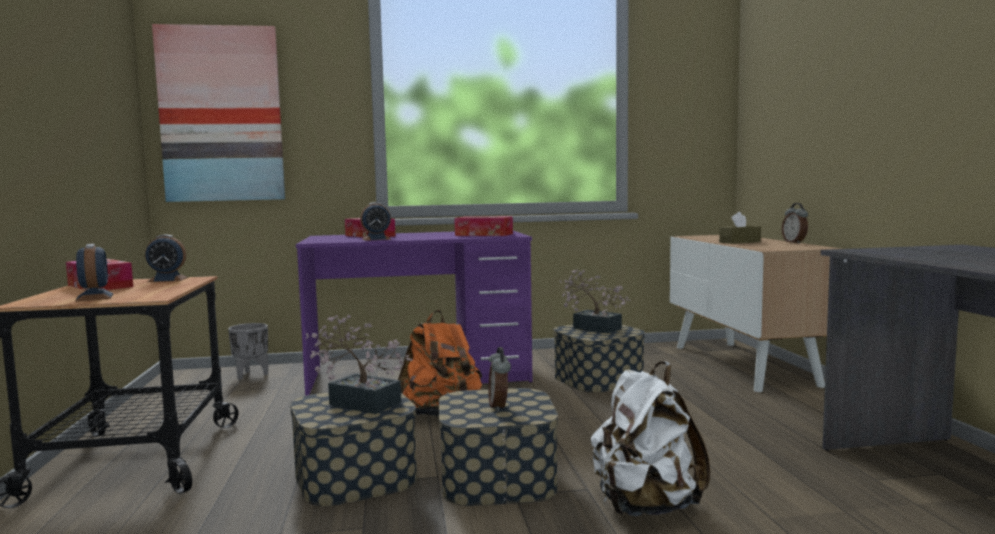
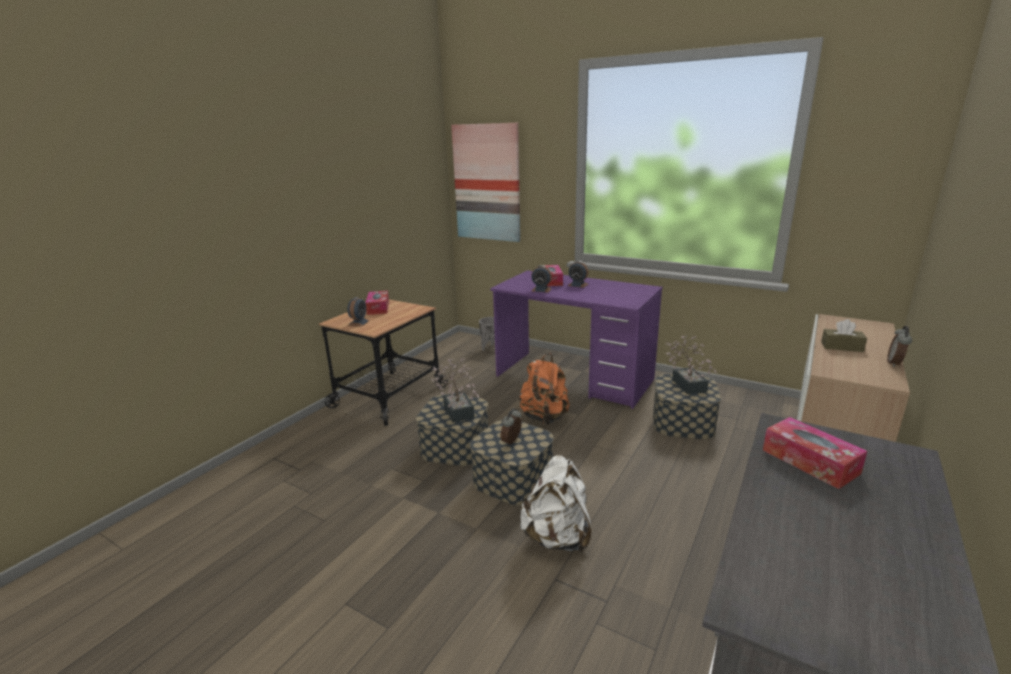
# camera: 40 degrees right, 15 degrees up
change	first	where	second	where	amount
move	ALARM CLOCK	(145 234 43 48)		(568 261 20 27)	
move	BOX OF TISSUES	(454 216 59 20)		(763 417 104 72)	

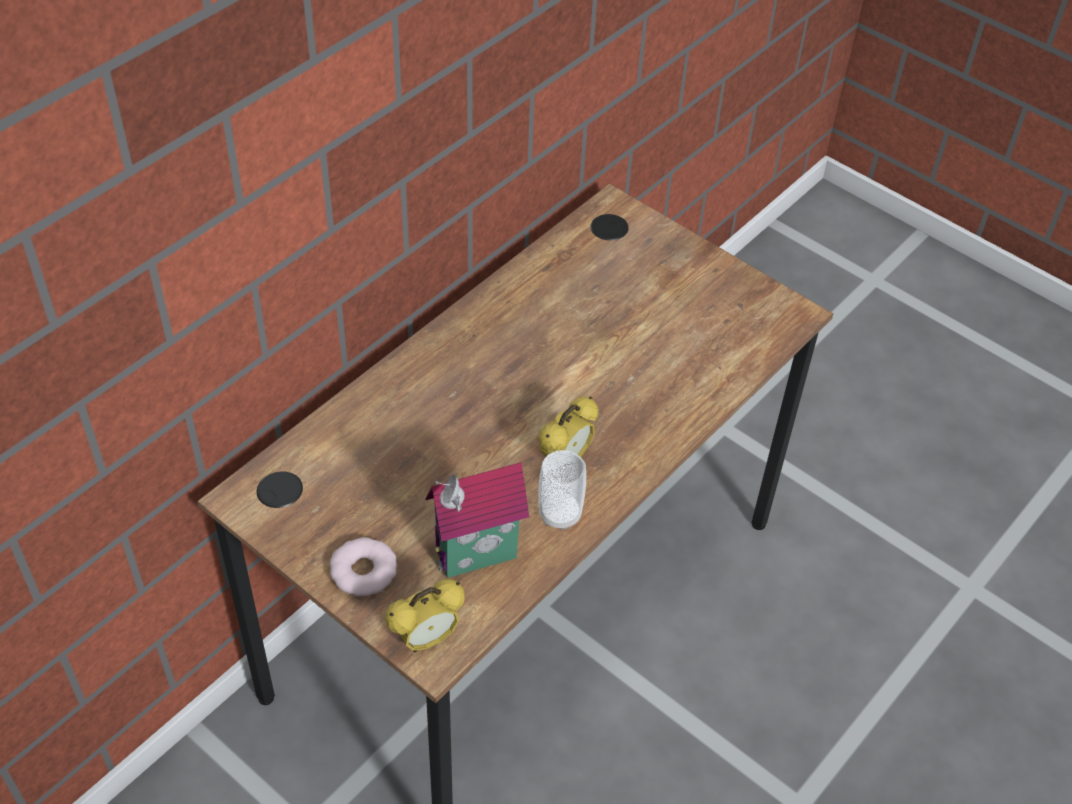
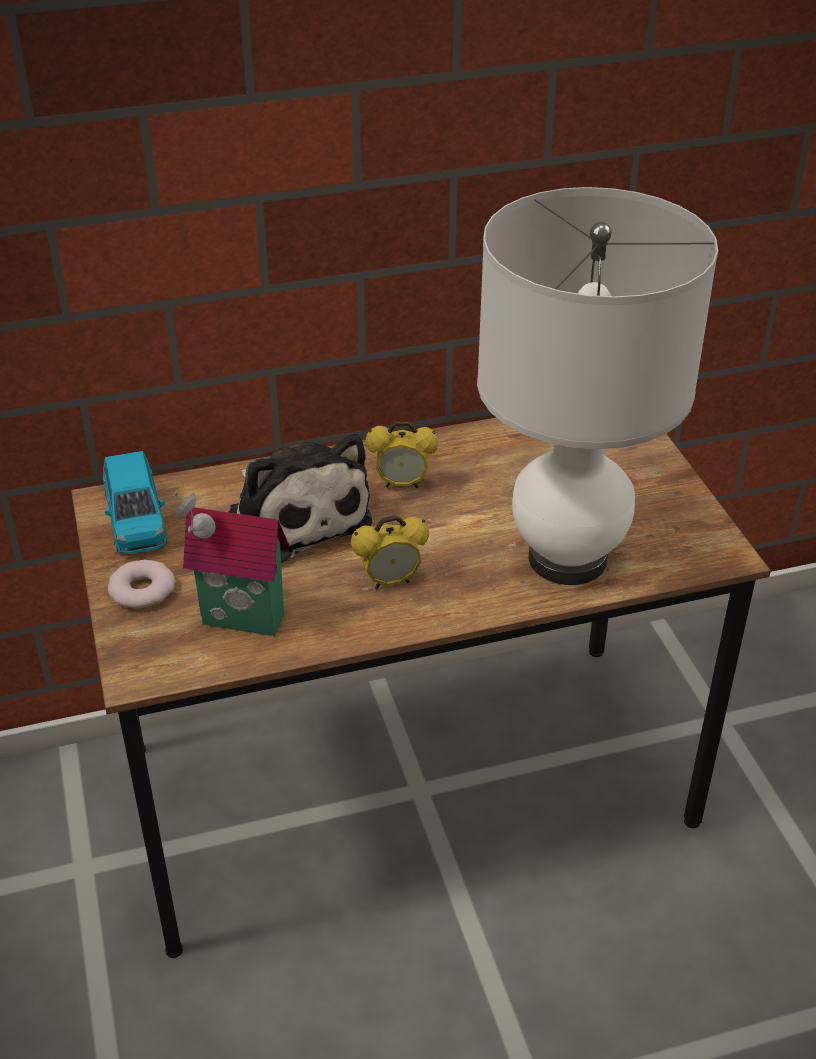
# camera: 35 degrees right, 10 degrees down
change	first	where	second	where	amount
insert			BLUISH MODEL CAR	(103 451 64 103)	
insert			SOFT TOY	(229 433 143 130)	
move	ALARM CLOCK	(386 579 79 73)		(366 421 73 67)	
insert			WHITISH TABLETOP LAMP	(477 187 241 398)	
delete	DRINKING CUP	(538 450 48 80)			

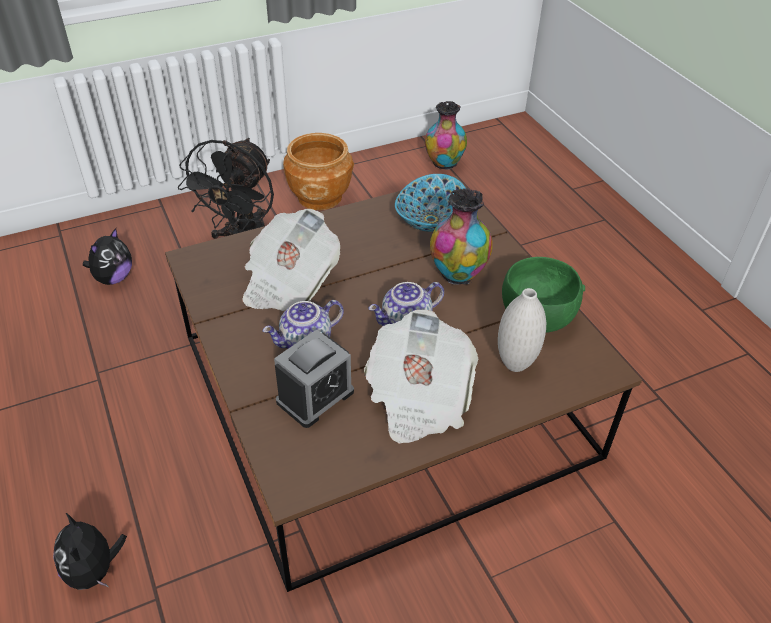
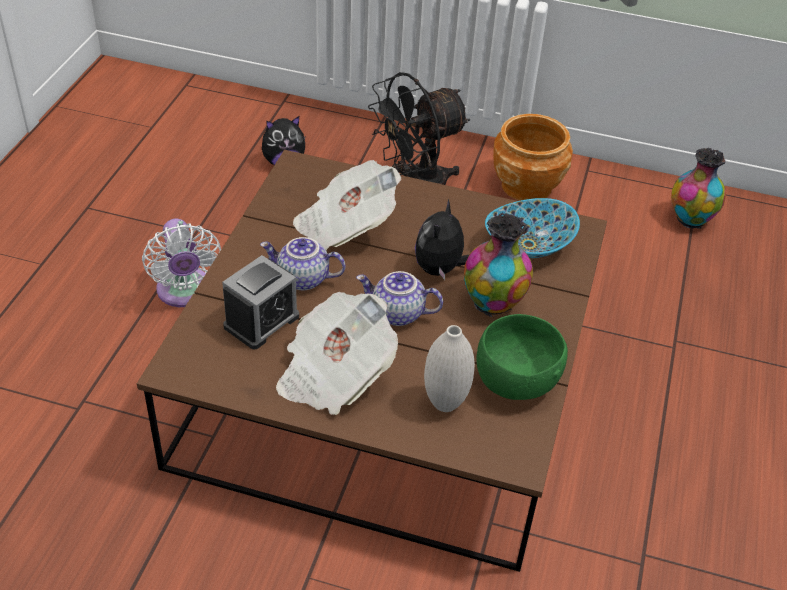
# camera: 40 degrees right, 0 degrees up
change	first	where	second	where	amount
insert			WHITISH FAN	(142 219 79 88)	
rotate	ALARM CLOCK	(274 329 80 99)		(222 255 77 95)	45 degrees counterclockwise
move	SOFT TOY	(53 512 74 78)		(415 199 55 81)	

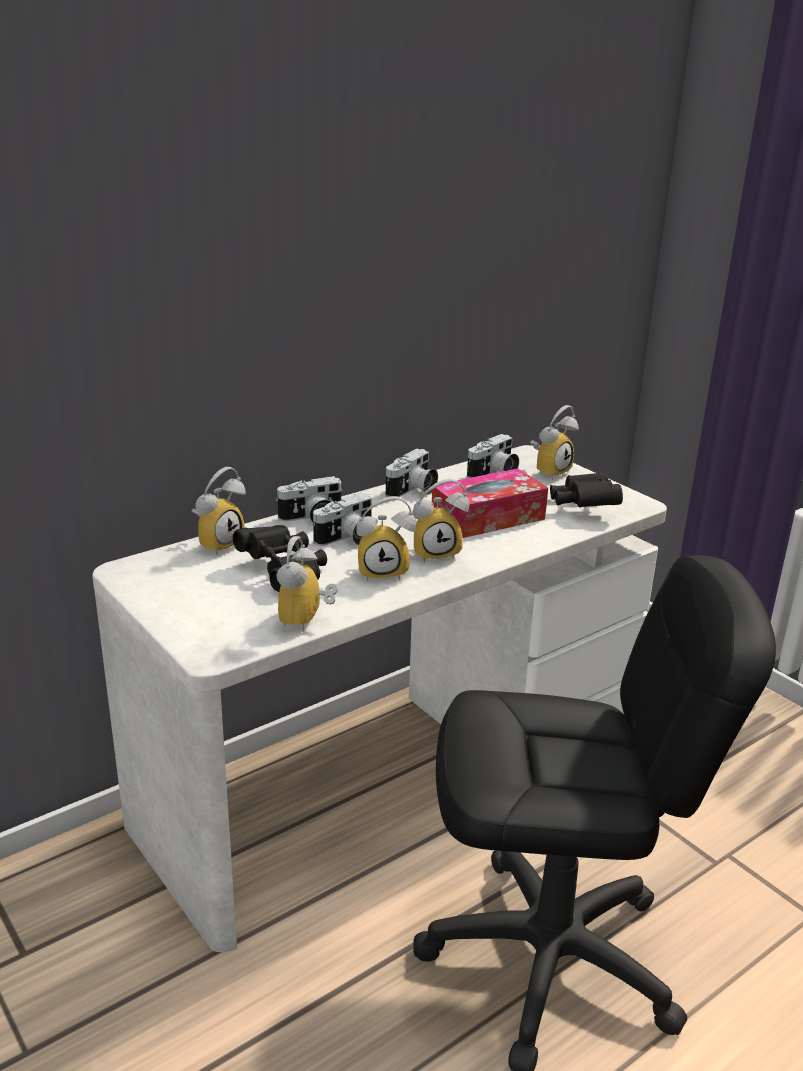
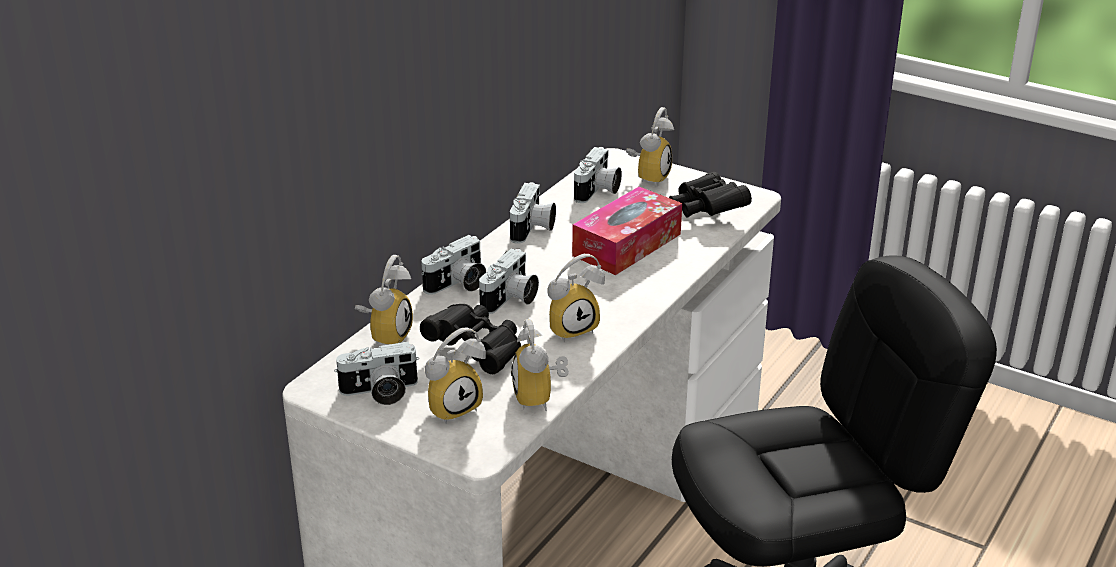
# camera: 20 degrees left, 5 degrees up
change	first	where	second	where	amount
insert			PHOTO CAMERA	(334 342 85 63)	
move	ALARM CLOCK	(413 479 56 84)		(425 327 61 97)	

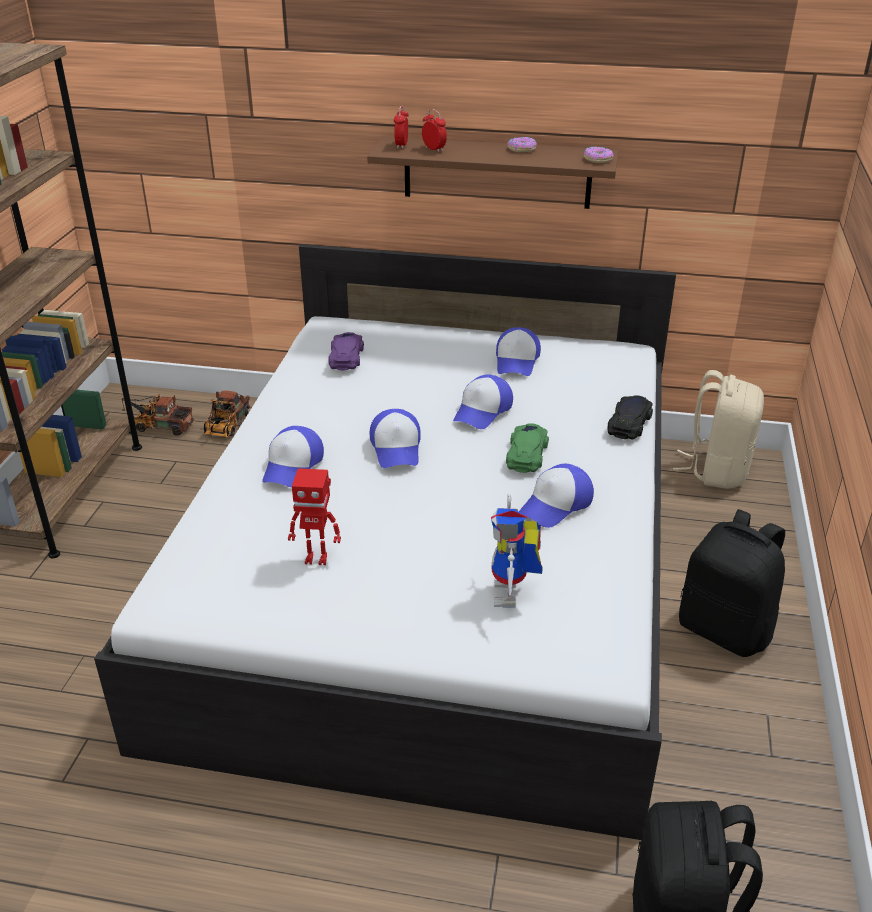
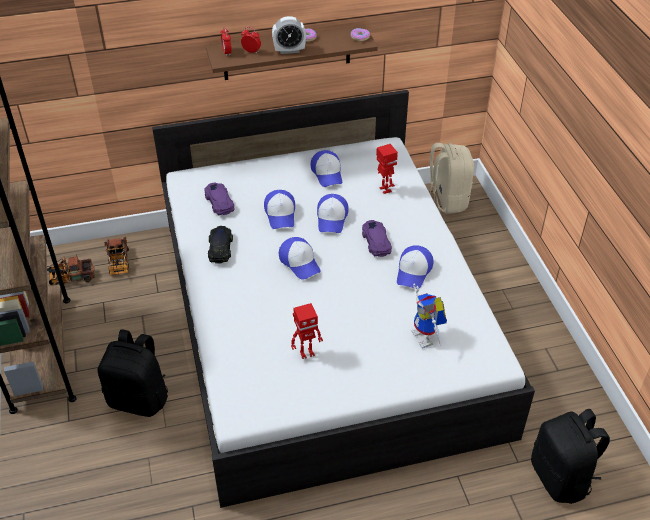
# camera: 25 degrees left, 10 degrees up
change	first	where	second	where	amount
move	BLACK RUCKSACK	(679 509 106 148)		(97 329 71 88)	
move	BLACK MODEL CAR	(608 395 45 45)		(208 226 25 38)	
move	PEAKED CAP	(262 426 62 61)		(264 190 31 39)	
insert			ALARM CLOCK	(272 16 34 38)	
recolor	GREENISH MODEL CAR	(506 423 43 50)	PURPLISH MODEL CAR	(362 220 30 37)	
insert			ROBOT FIGURE	(376 144 22 50)	

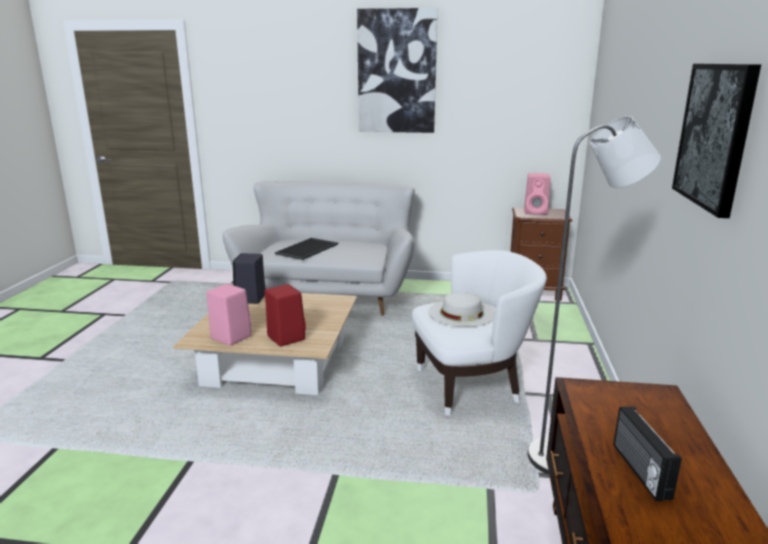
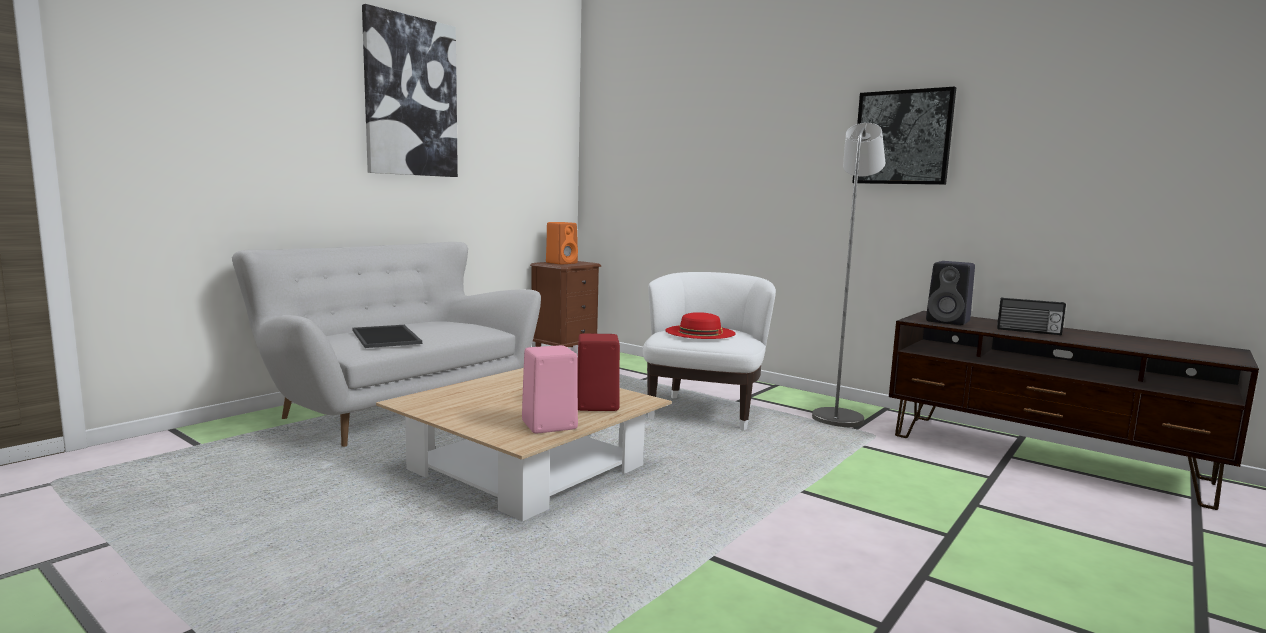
# camera: 60 degrees left, 10 degrees down
change	first	where	second	where	amount
recolor	PINK LOUDSPEAKER	(524 173 26 42)	ORANGE-COLOURED LOUDSPEAKER	(546 222 32 43)	
recolor	WHITISH WEARABLE HAT	(428 292 67 35)	RED-COLOURED WEARABLE HAT	(666 312 69 27)	
move	BLACK LOUDSPEAKER	(233 253 32 51)		(926 261 49 64)	

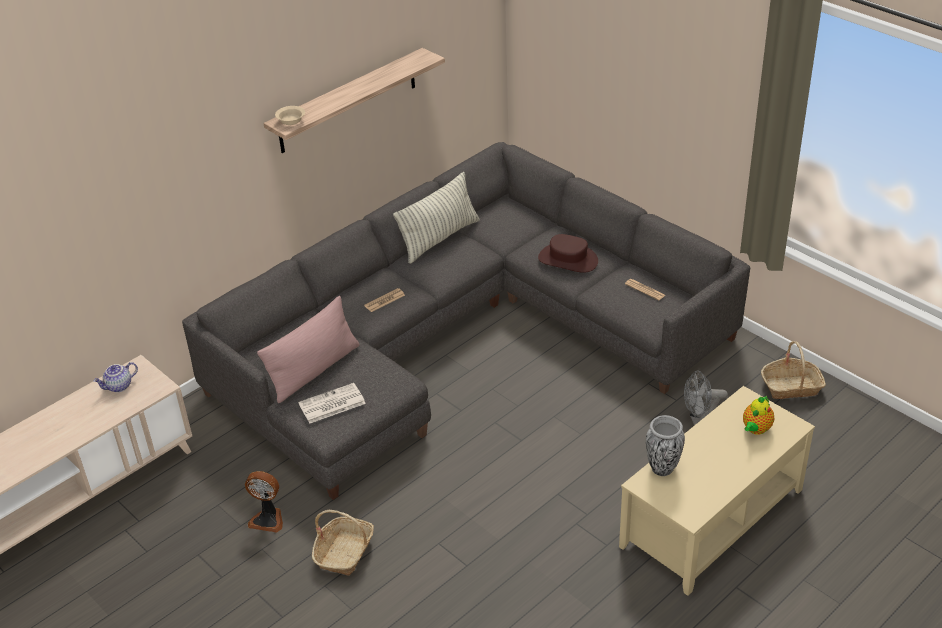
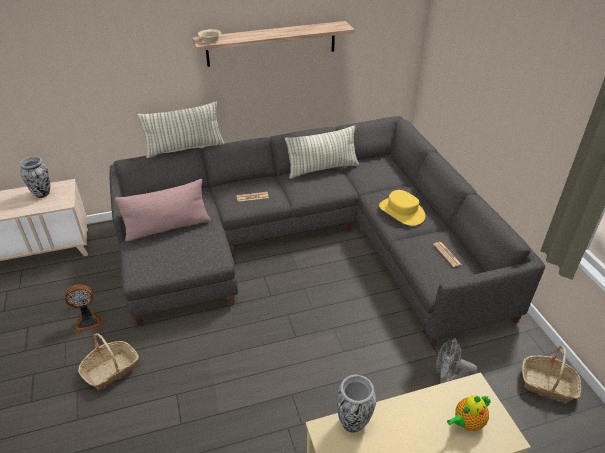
# camera: 25 degrees right, 0 degrees up
change	first	where	second	where	amount
replace	TEAPOT	(93 362 45 30)	VASE	(19 156 31 42)	
rotate	FAN	(245 471 38 61)		(65 284 38 49)	60 degrees counterclockwise
insert			CUSHION	(137 101 87 57)	
recolor	BROWNISH WEARABLE HAT	(538 234 60 39)	YELLOW-COLOURED WEARABLE HAT	(379 190 46 36)	
delete	DAILY PAPER	(298 383 68 41)			

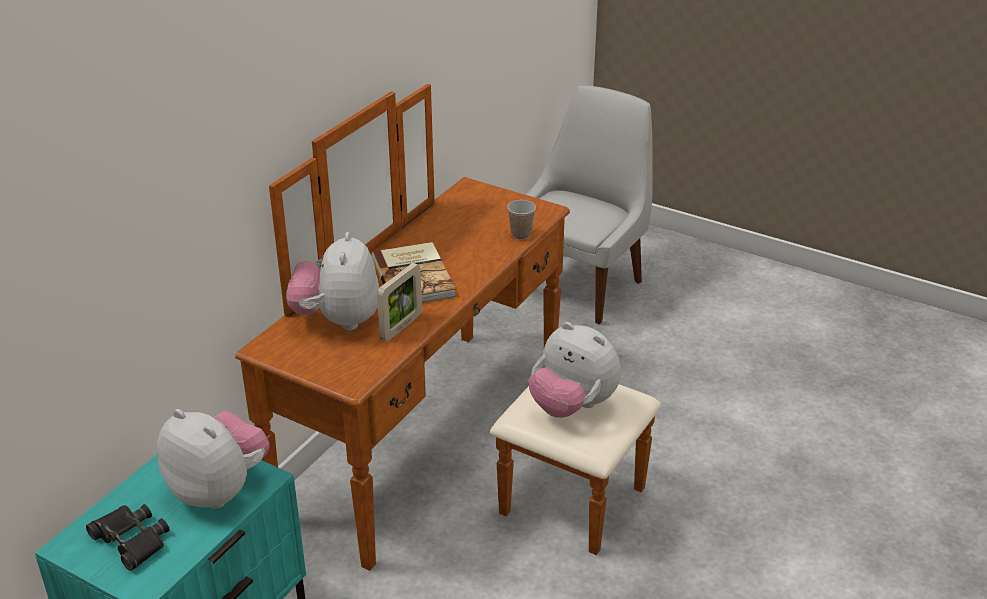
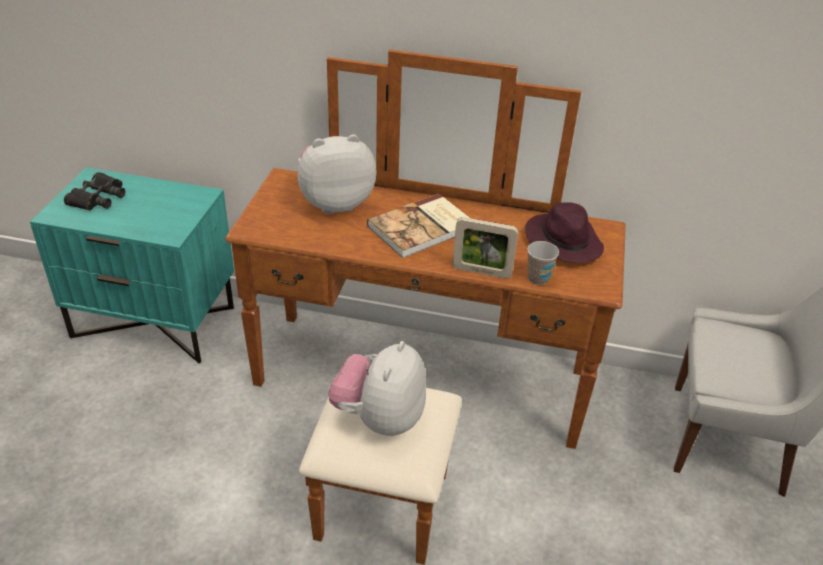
# camera: 70 degrees right, 5 degrees up
change	first	where	second	where	amount
move	STANDING FRAME	(377 263 45 78)		(453 217 65 62)	
insert			PURPLISH WEARABLE HAT	(525 202 79 61)	
delete	SOFT TOY	(157 409 113 100)			

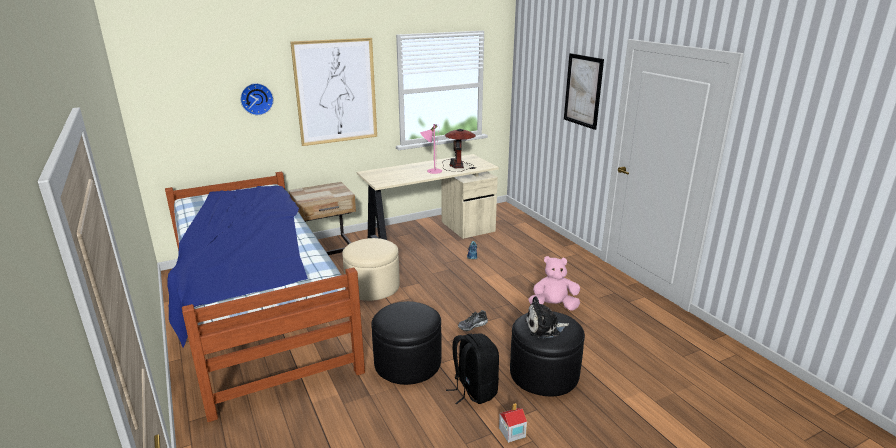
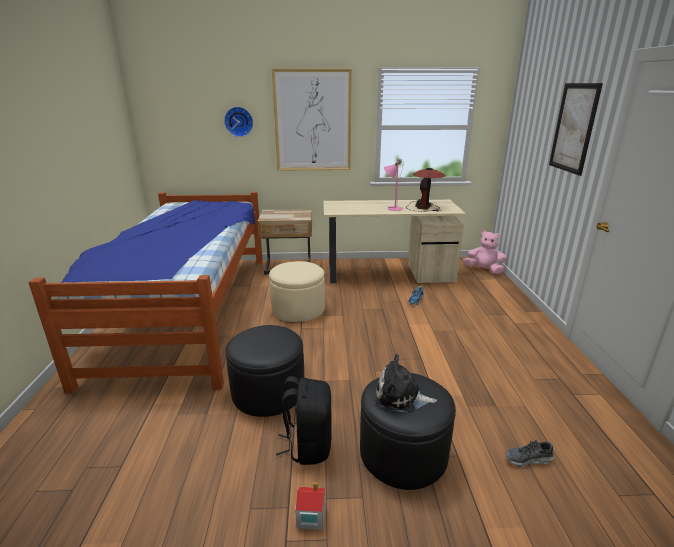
# camera: 25 degrees right, 0 degrees up
change	first	where	second	where	amount
move	PINK SOFT TOY	(528 256 52 55)		(463 230 44 44)	
move	LOW SHOE	(458 310 30 21)		(505 440 49 27)	

